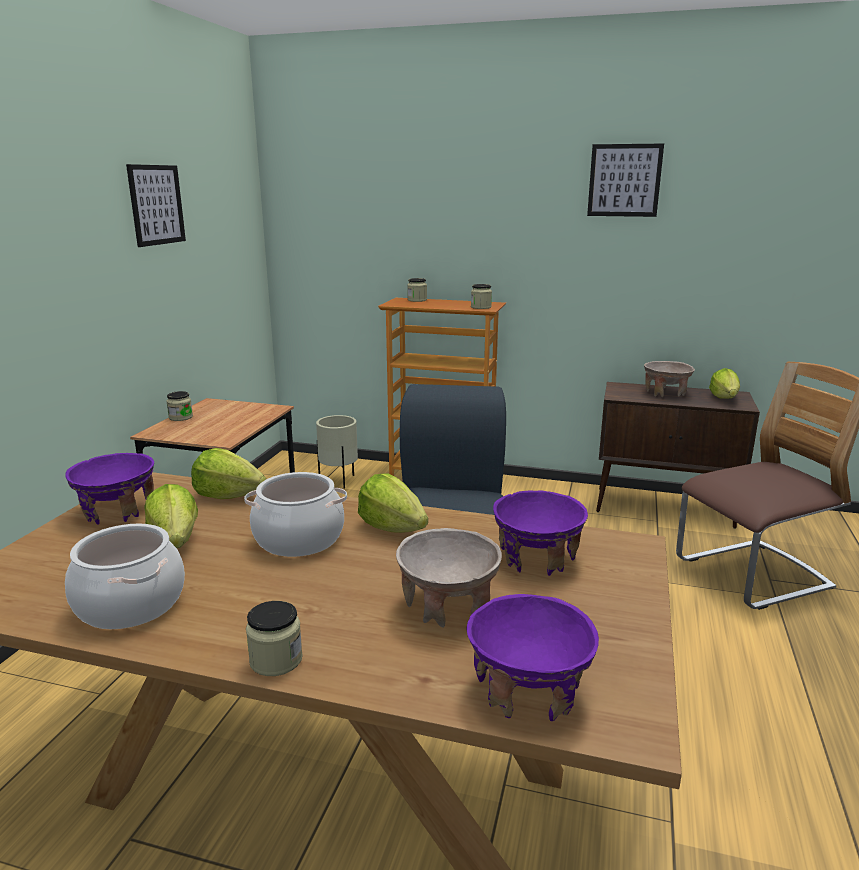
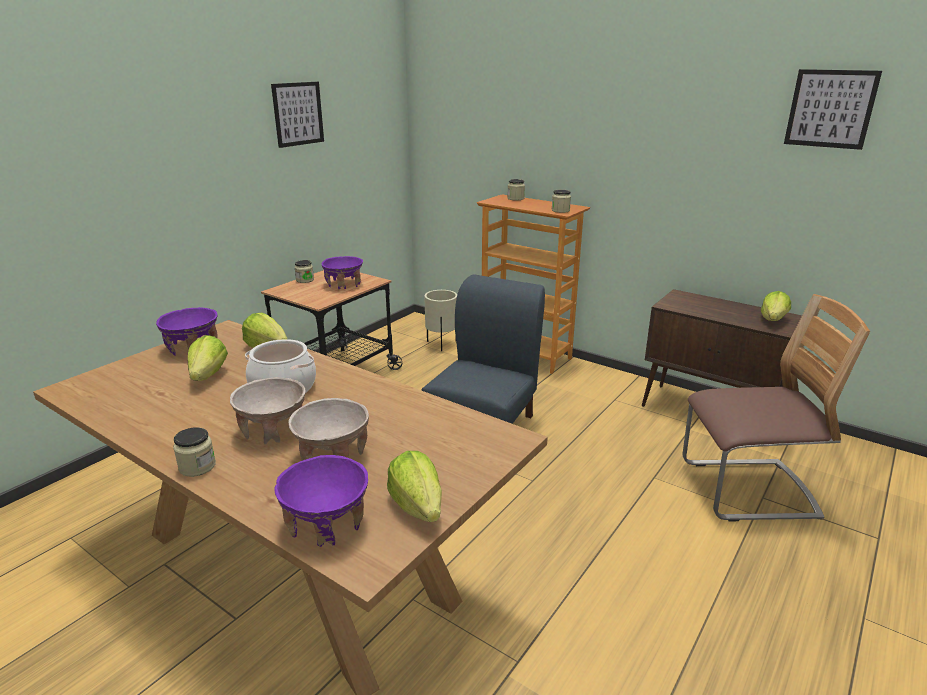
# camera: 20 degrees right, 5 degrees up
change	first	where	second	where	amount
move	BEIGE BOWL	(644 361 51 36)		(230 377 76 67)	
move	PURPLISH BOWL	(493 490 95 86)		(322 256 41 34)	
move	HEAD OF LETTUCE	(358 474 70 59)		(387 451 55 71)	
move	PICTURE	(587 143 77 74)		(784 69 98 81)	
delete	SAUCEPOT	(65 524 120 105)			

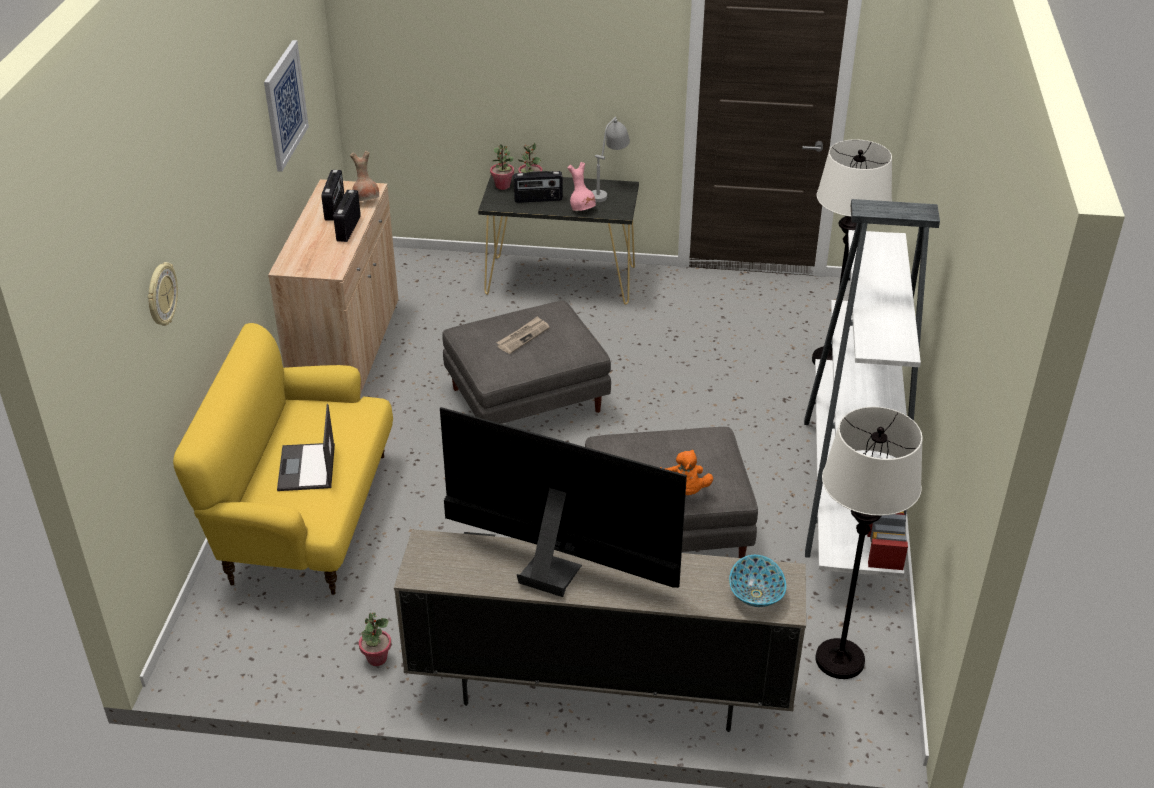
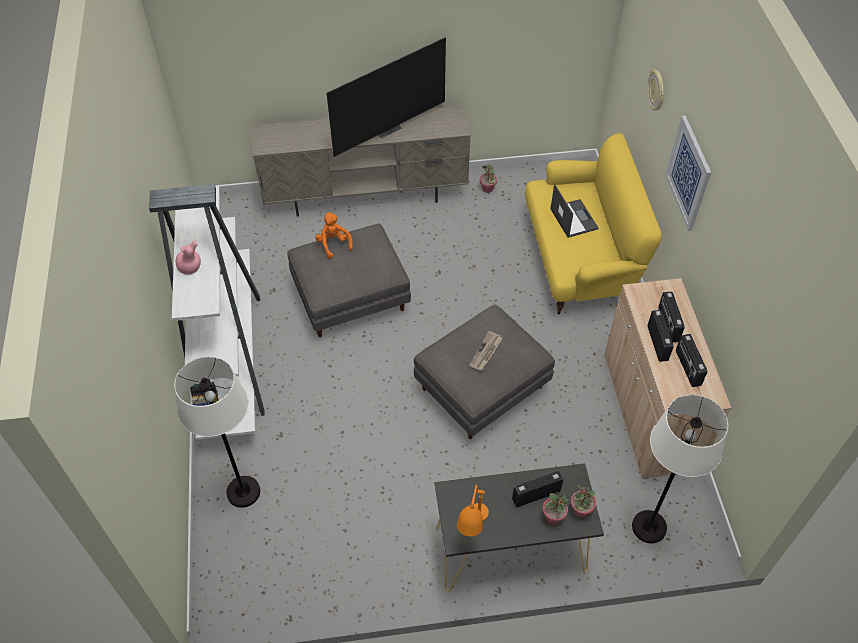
# camera: 165 degrees right, 15 degrees up
change	first	where	second	where	amount
move	PINK VASE	(568 162 28 49)		(176 241 25 34)	
rotate	TV SET	(440 407 247 190)		(327 37 119 120)	45 degrees counterclockwise
recolor	GREY TABLETOP LAMP	(591 117 39 85)	ORANGE-COLOURED TABLETOP LAMP	(457 485 32 51)	
move	WHITISH STANDING LAMP	(815 407 108 272)		(632 395 96 148)	
insert			RADIO RECEIVER	(658 292 27 50)	
move	PICTURE	(264 40 45 132)		(665 115 46 116)	
delete	BROWNISH VASE	(350 151 29 50)			
delete	BOWL	(729 555 57 52)			

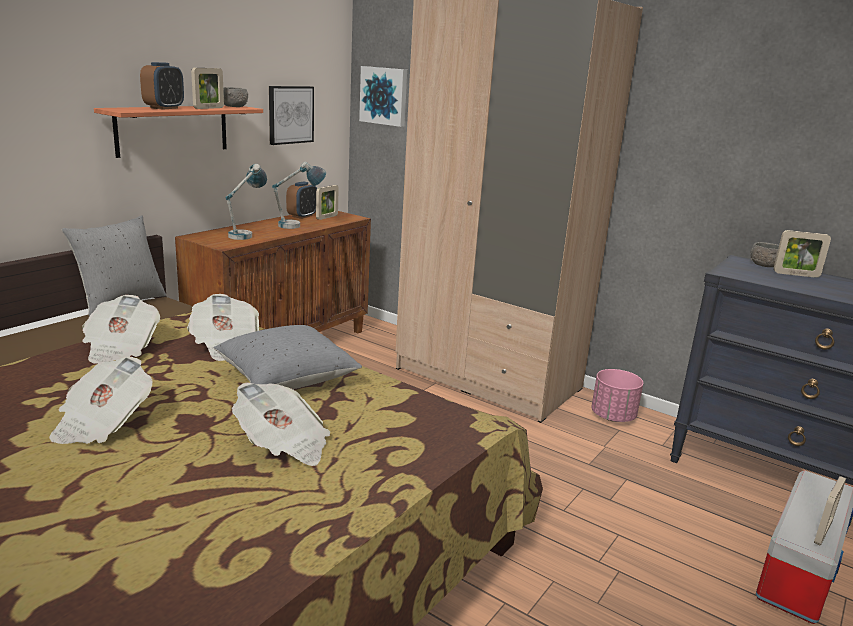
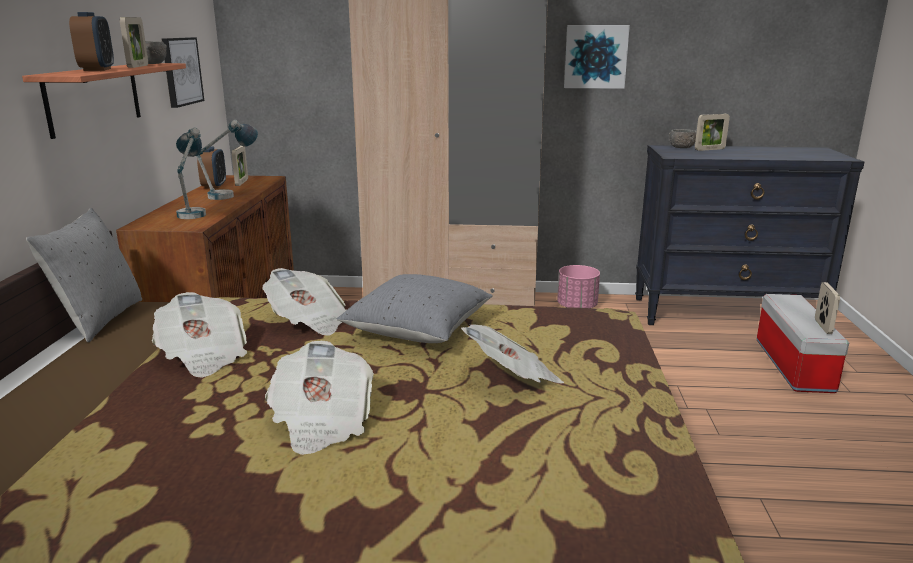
# camera: 30 degrees left, 0 degrees up
change	first	where	second	where	amount
move	PICTURE	(359 66 48 61)		(564 25 66 64)	

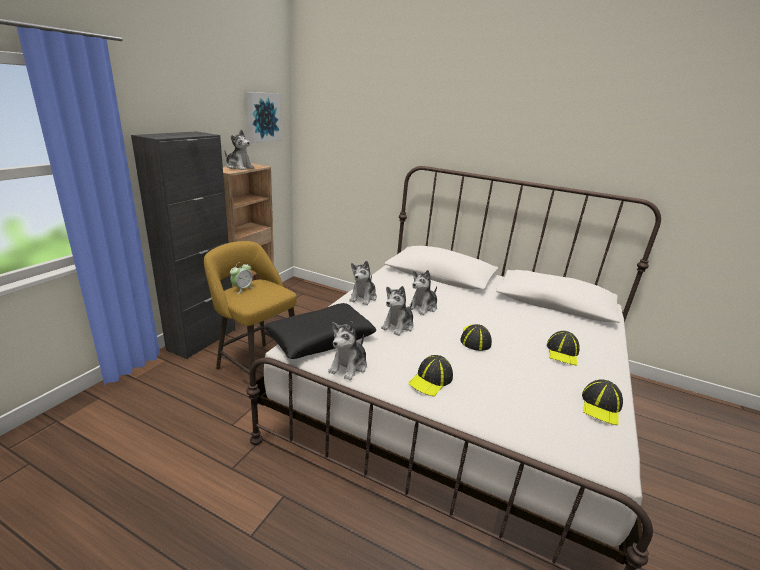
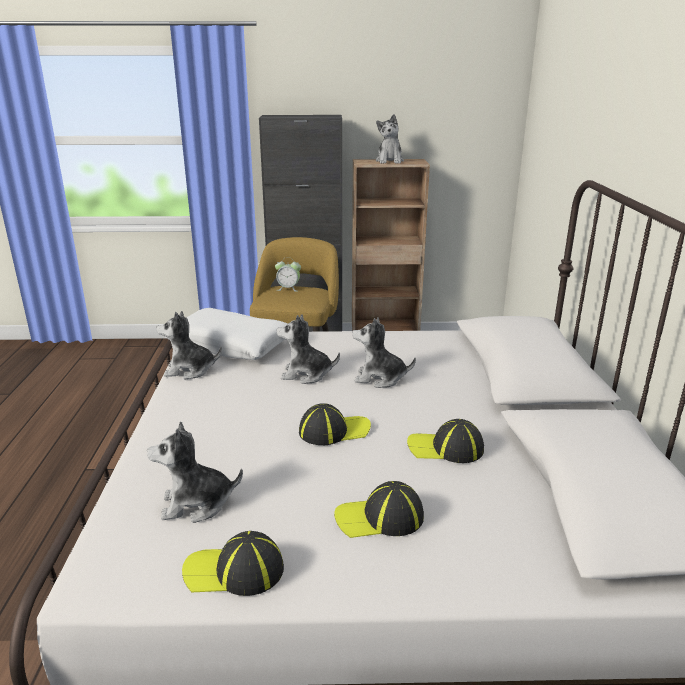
# camera: 65 degrees right, 0 degrees up
change	first	where	second	where	amount
move	SOFT TOY	(350 261 27 44)		(147 421 96 102)	
recolor	BLACK CUSHION	(264 303 112 56)	WHITISH CUSHION	(164 308 124 52)	
move	PEAKED CAP	(408 355 45 41)		(407 419 77 44)	
delete	PICTURE	(246 92 35 51)			

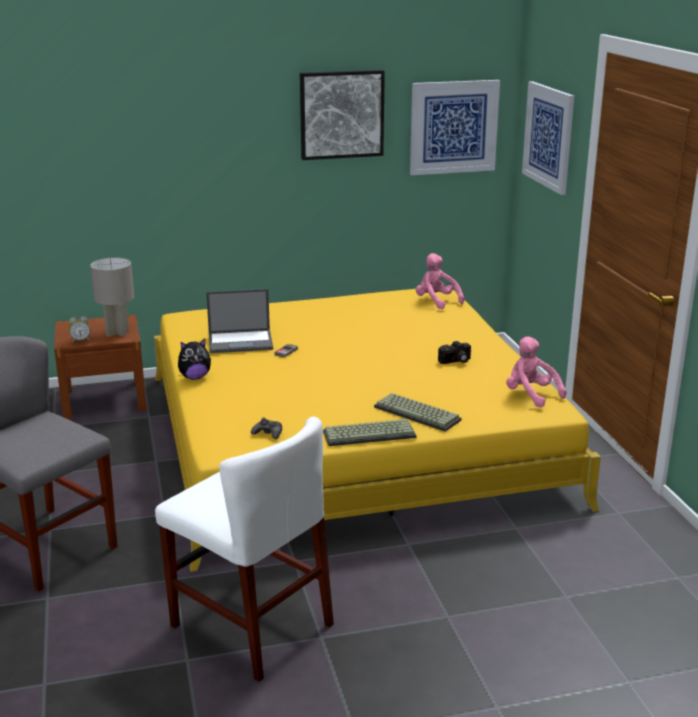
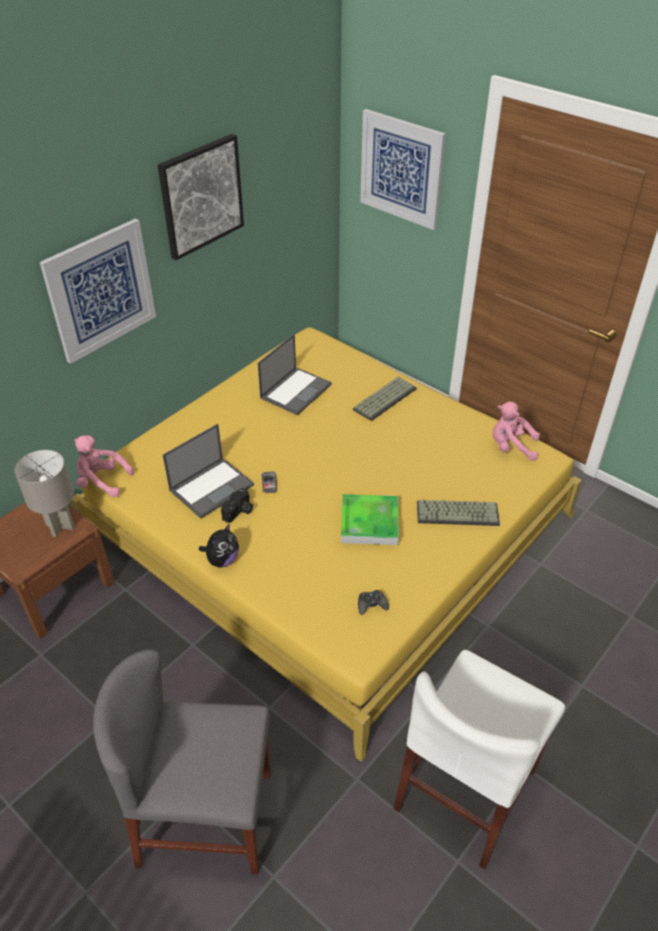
# camera: 35 degrees left, 20 degrees up
change	first	where	second	where	amount
move	PICTURE	(410 80 90 95)		(40 218 116 146)	
move	PINK SOFT TOY	(416 253 48 56)		(74 435 60 63)	
move	PHOTO CAMERA	(438 341 33 23)		(221 488 32 35)	
insert			PORTABLE COMPUTER	(258 334 74 81)	
insert			SERVING TRAY	(341 494 58 51)	
move	KEYBOARD	(323 419 94 27)		(353 377 64 44)	
rotate	WHITISH CHAIR	(155 417 179 265)		(394 650 171 219)	120 degrees clockwise
delete	ALARM CLOCK	(69 316 21 27)			

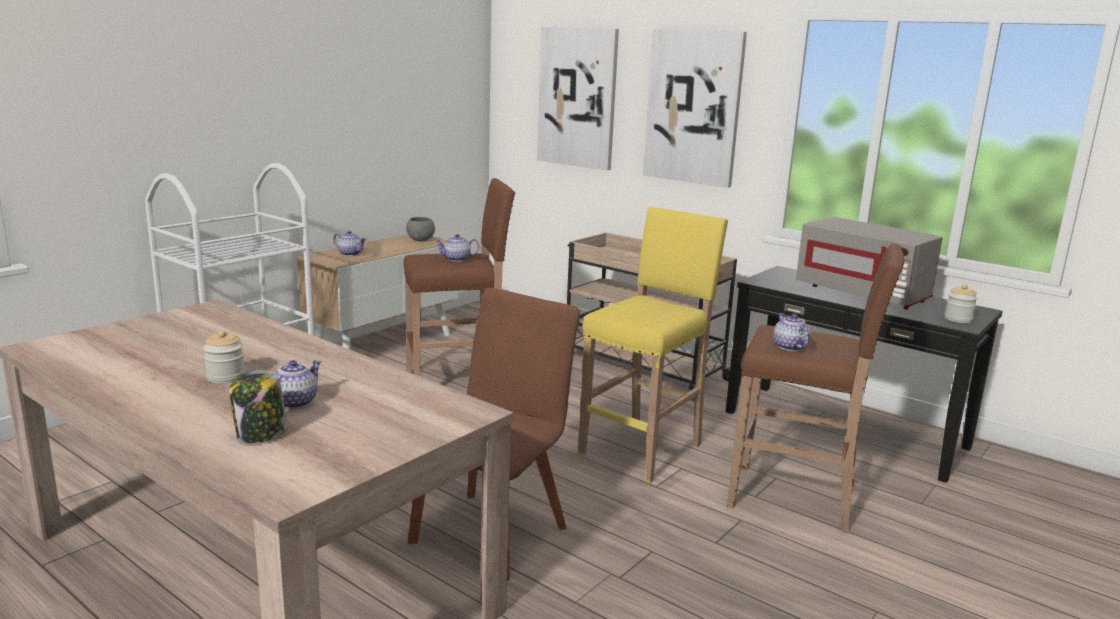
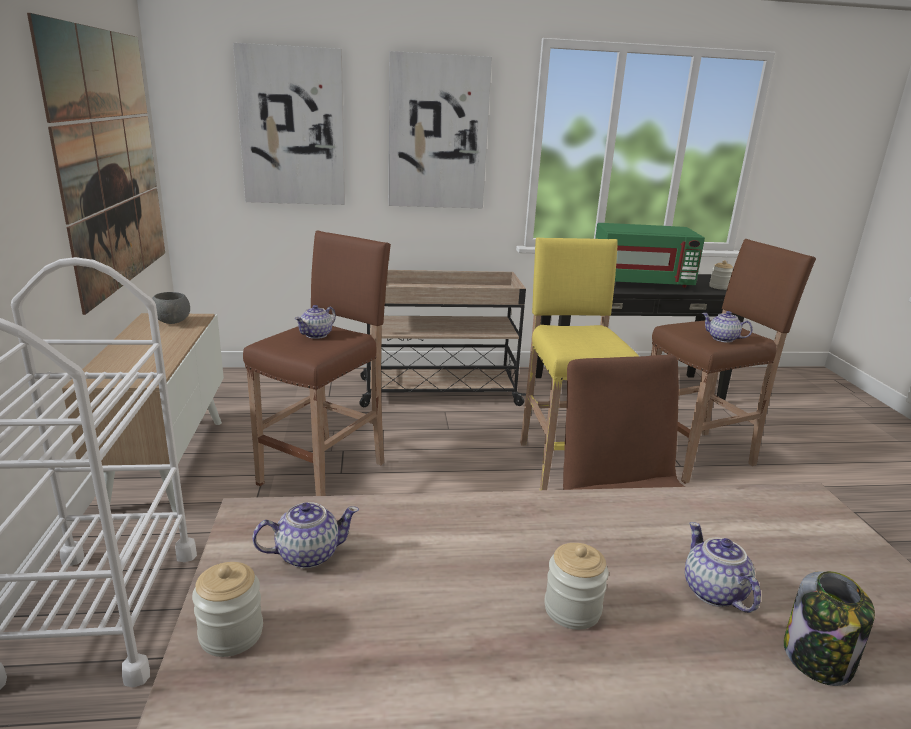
# camera: 45 degrees left, 5 degrees up
change	first	where	second	where	amount
insert			PICTURE	(27 13 138 302)	
insert			JAR	(192 562 71 95)	
move	TEAPOT	(333 231 33 25)		(252 502 107 66)	
recolor	GREY MICROWAVE	(796 217 147 93)	GREENISH MICROWAVE	(595 223 110 65)	

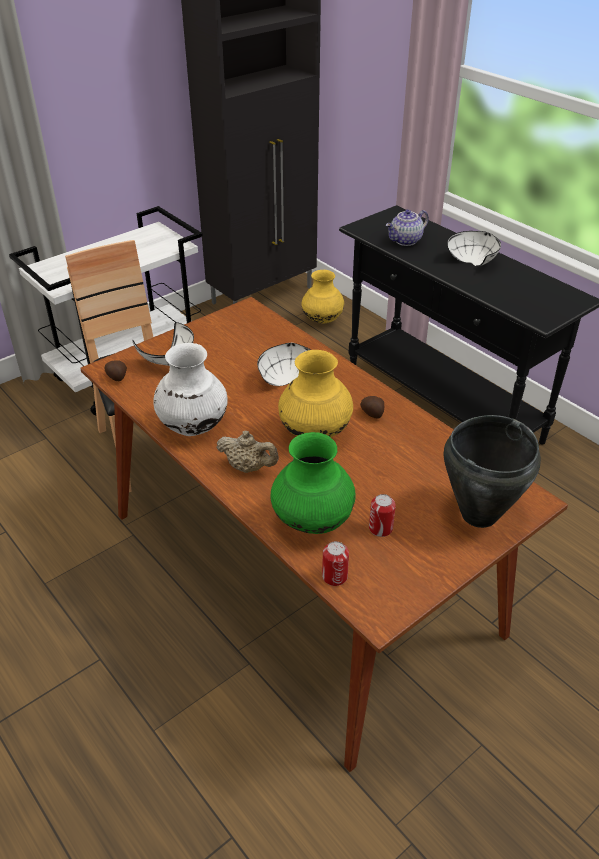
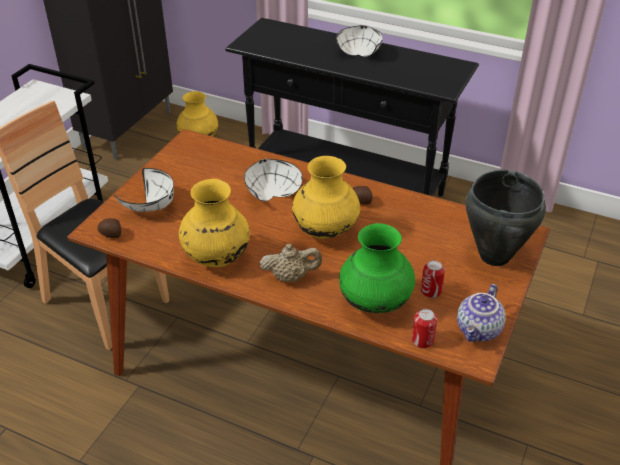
# camera: 25 degrees left, 0 degrees up
change	first	where	second	where	amount
recolor	WHITISH VASE	(154 343 74 93)	YELLOW-COLOURED VASE	(179 179 71 88)	
move	TEAPOT	(386 210 43 36)		(457 284 49 58)	

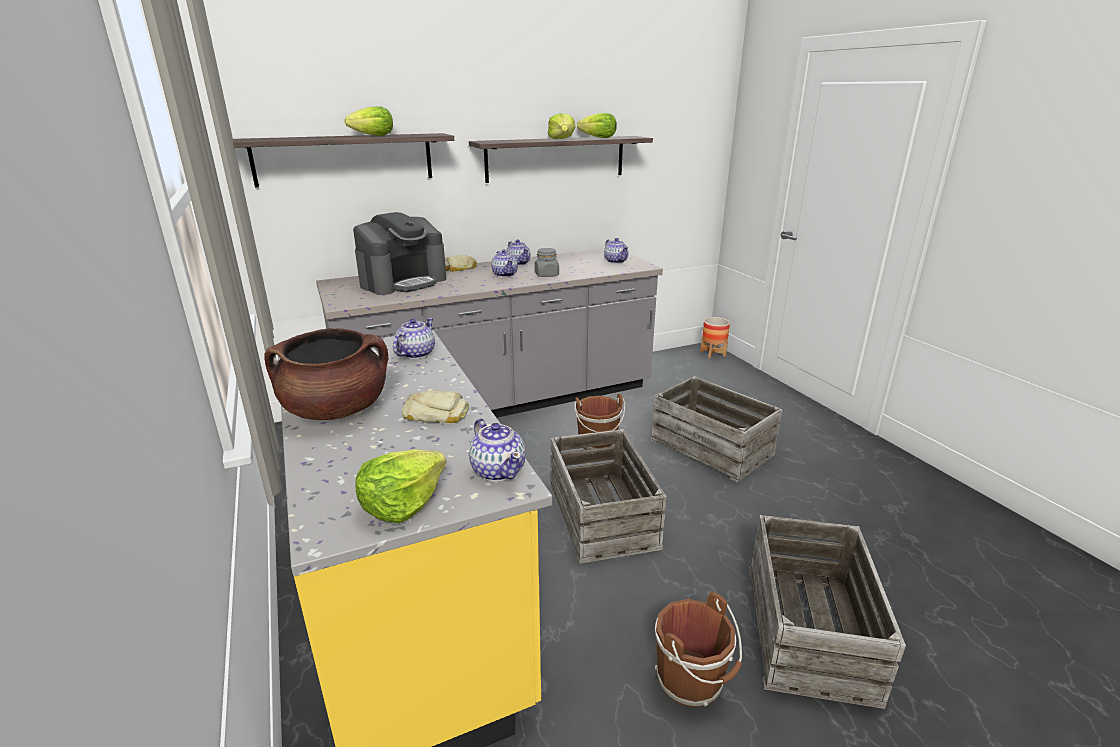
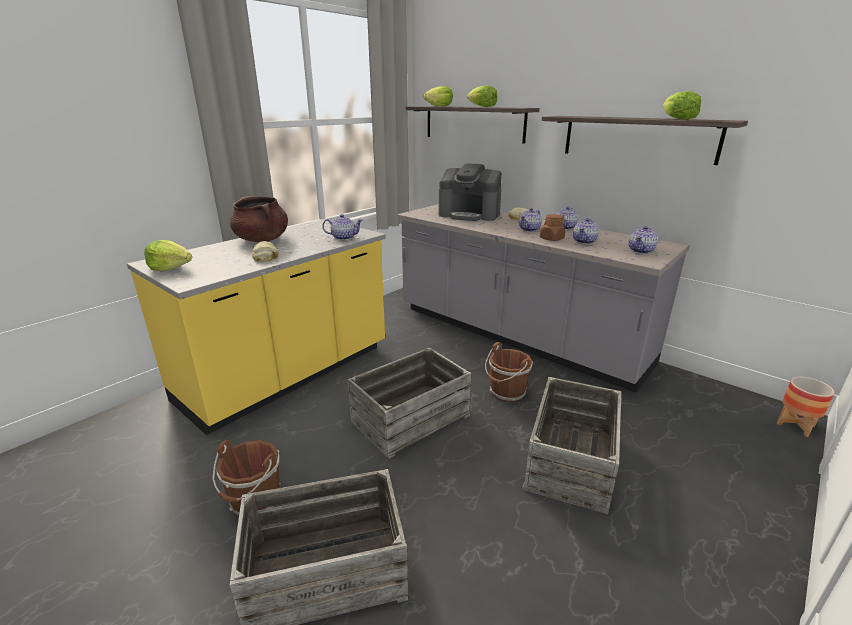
# camera: 65 degrees right, 0 degrees up
change	first	where	second	where	amount
move	HEAD OF LETTUCE	(547 113 29 26)		(424 86 29 20)	
recolor	GREY JAR	(534 248 25 29)	BROWNISH JAR	(540 214 25 27)	
move	TEAPOT	(469 419 56 62)		(573 218 26 26)	

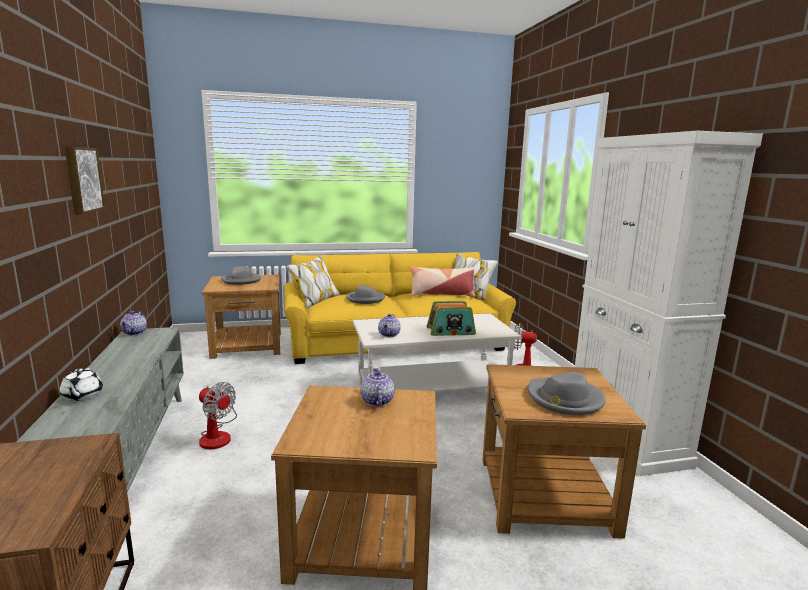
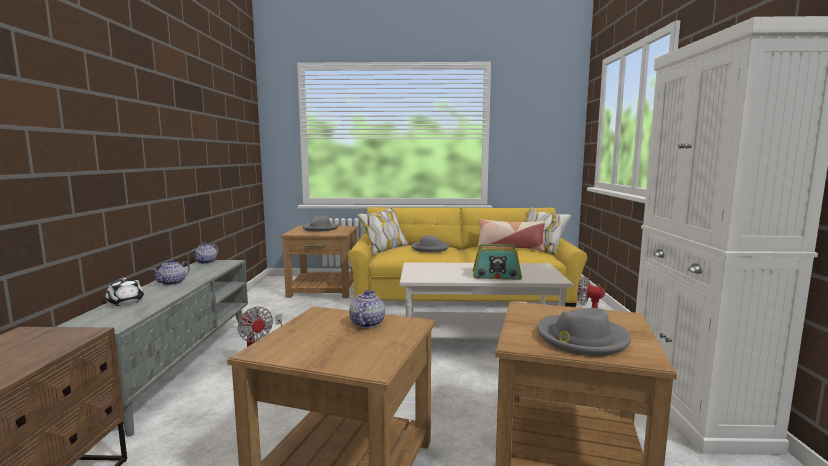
# camera: 15 degrees right, 5 degrees down
change	first	where	second	where	amount
move	TEAPOT	(378 314 23 23)		(151 259 39 26)	
delete	PICTURE	(65 147 40 68)			

